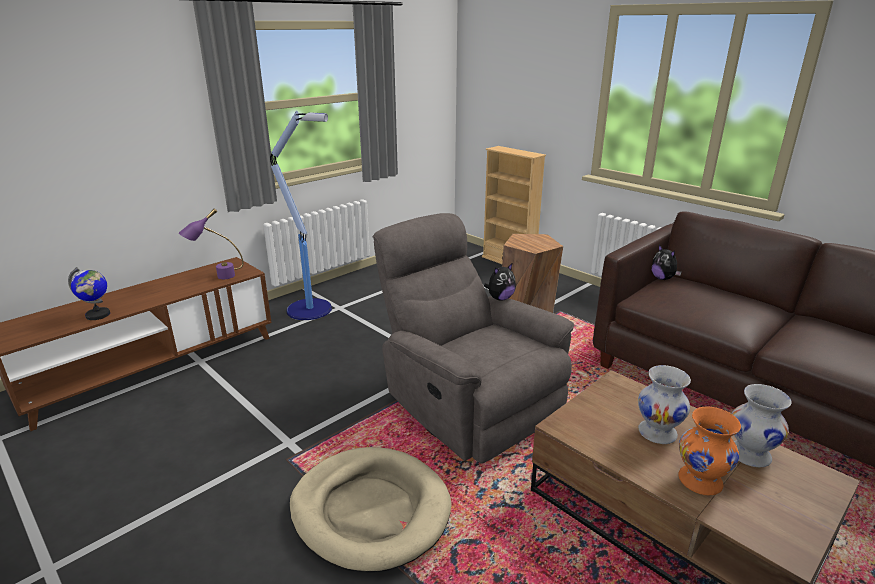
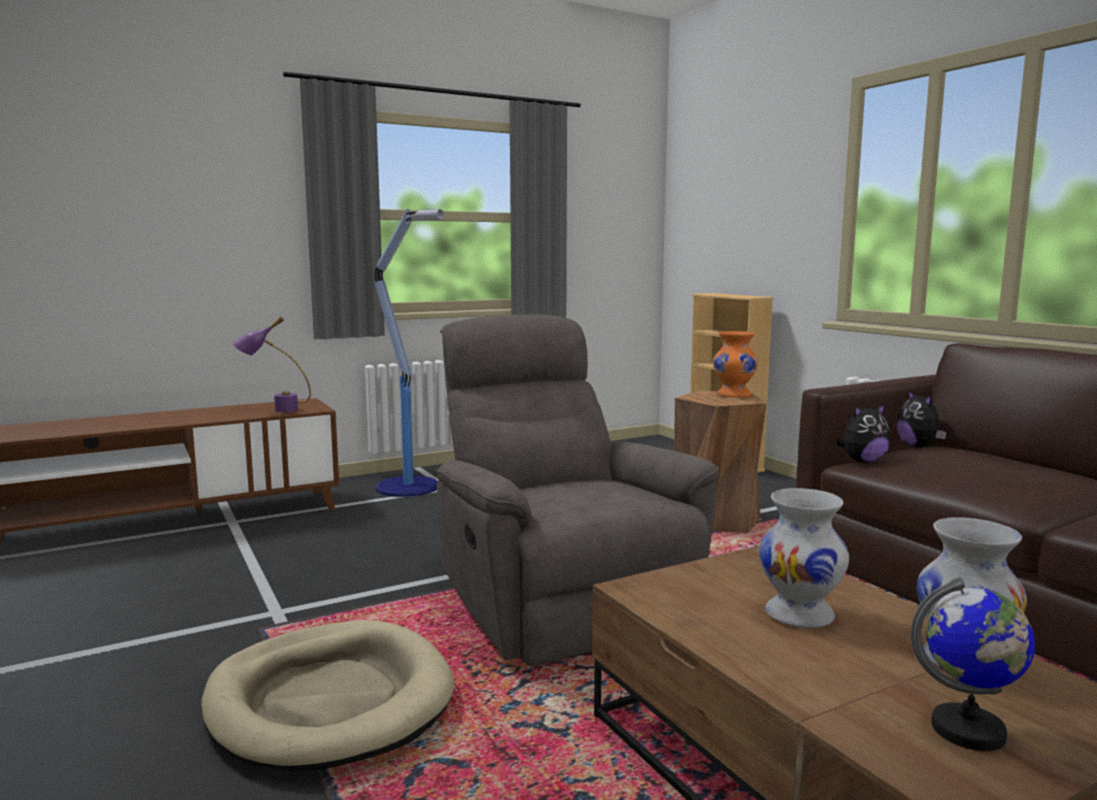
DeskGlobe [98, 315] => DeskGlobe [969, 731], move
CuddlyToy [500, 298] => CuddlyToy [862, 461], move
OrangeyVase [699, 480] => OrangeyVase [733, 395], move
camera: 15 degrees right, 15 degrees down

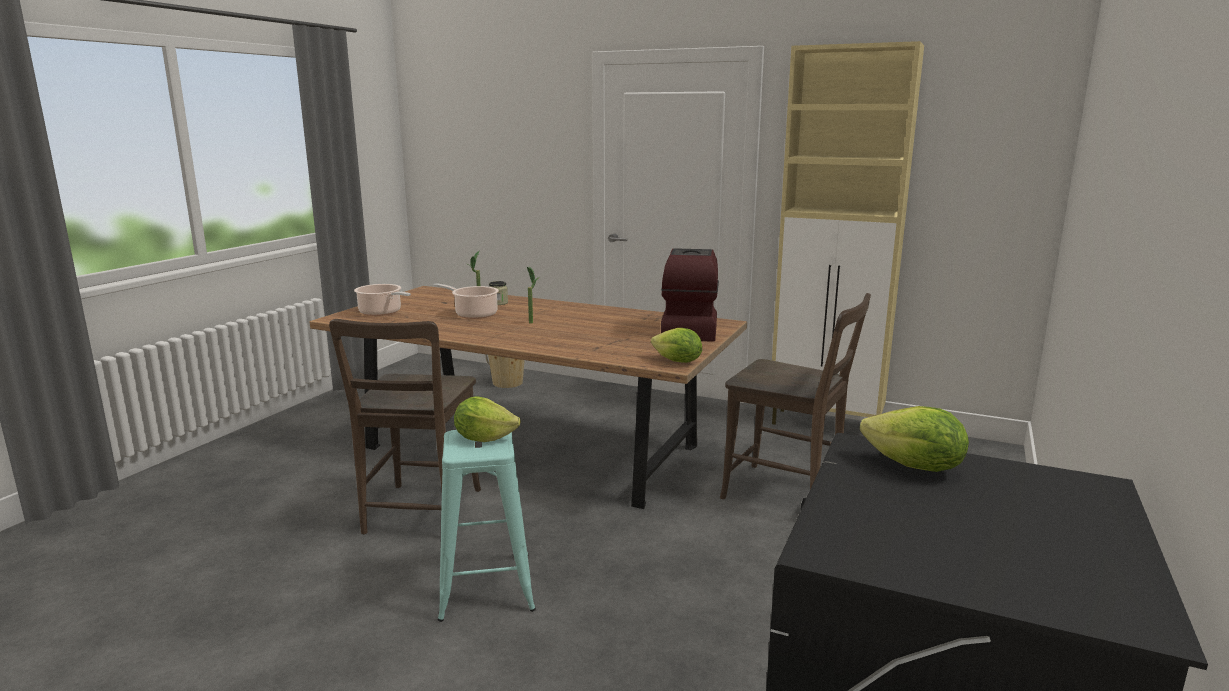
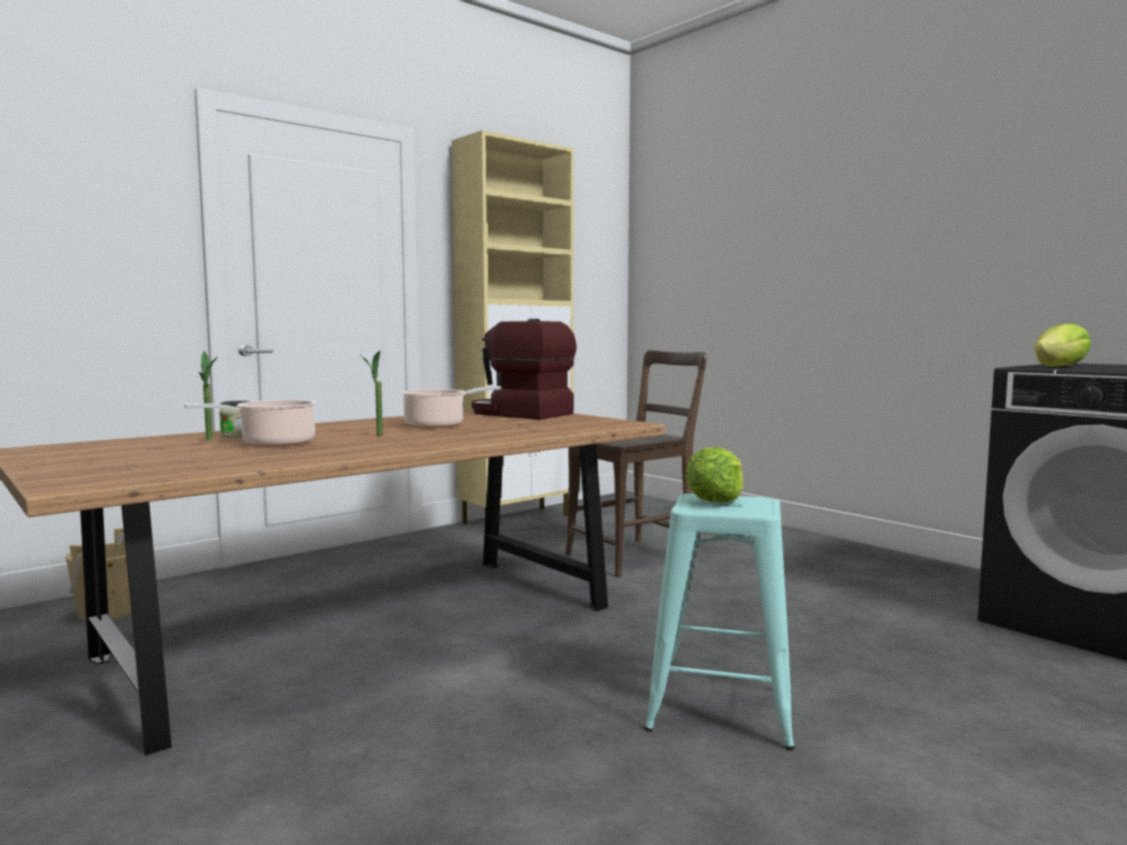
BrownColouredUprightChair [420, 514] => nothing
LettuceHead [677, 362] => nothing
Saucepot [382, 312] => Saucepot [438, 425], move
camera: 65 degrees left, 10 degrees down

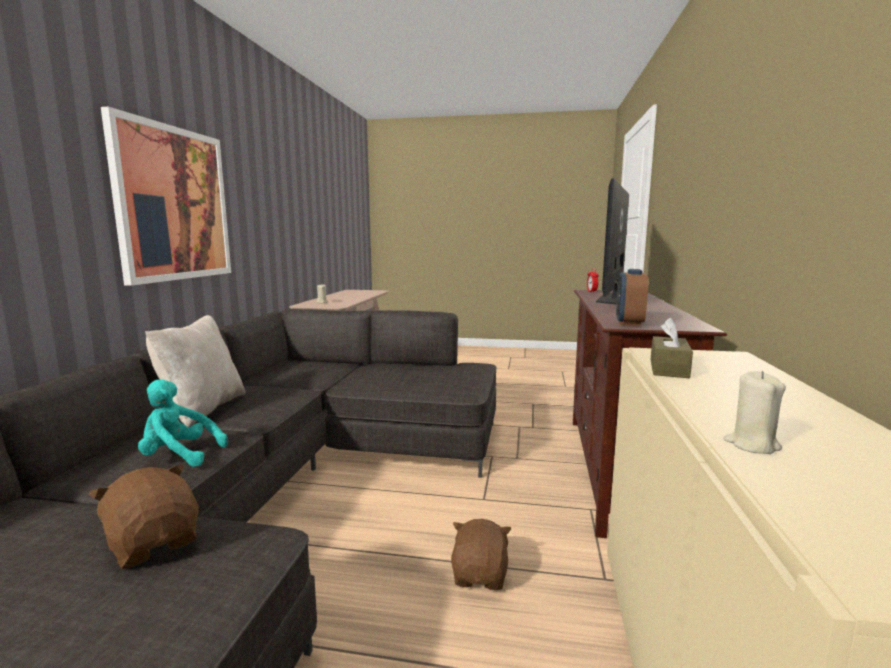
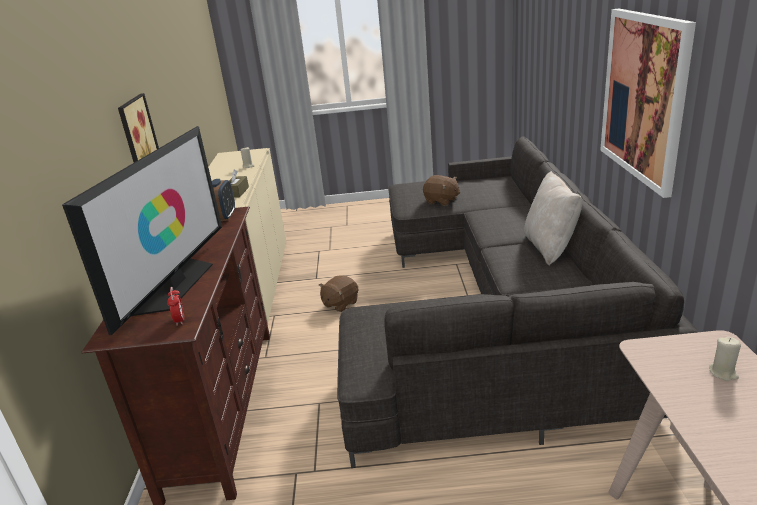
BlueGreenCuddlyToy [179, 456] => nothing
nothing => WallArt [135, 133]
BrownColouredCuddlyToy [480, 575] => BrownColouredCuddlyToy [340, 304], 45 degrees clockwise
camera: 170 degrees right, 15 degrees up

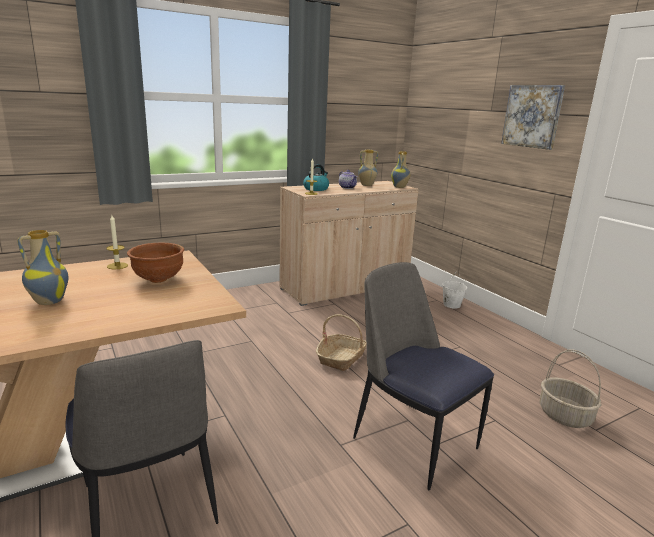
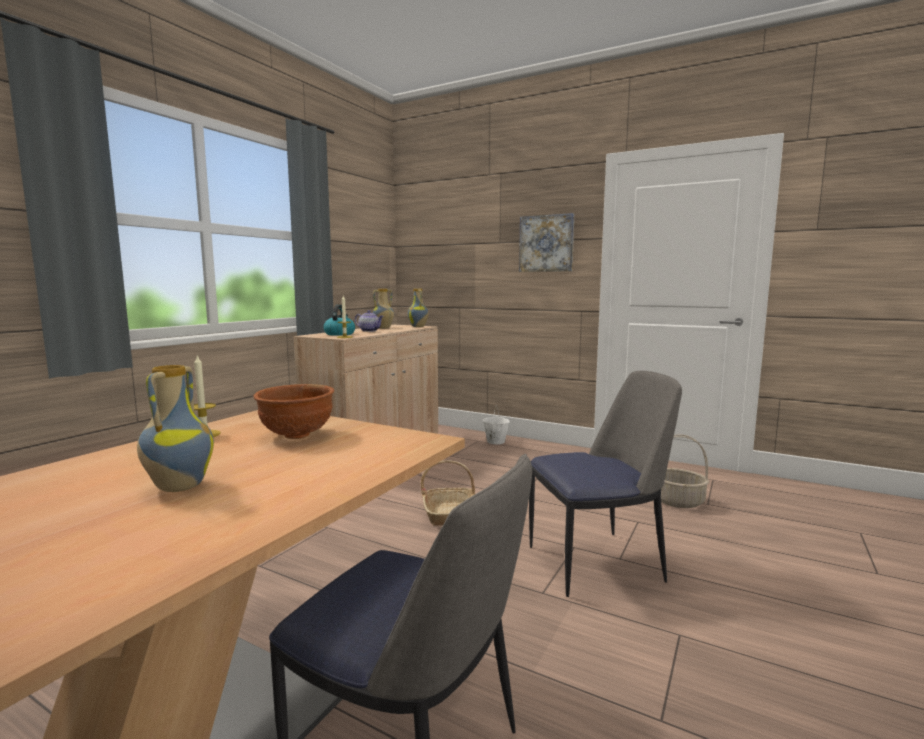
UprightChair [412, 440] => UprightChair [598, 562], 150 degrees clockwise
camera: 30 degrees left, 10 degrees down

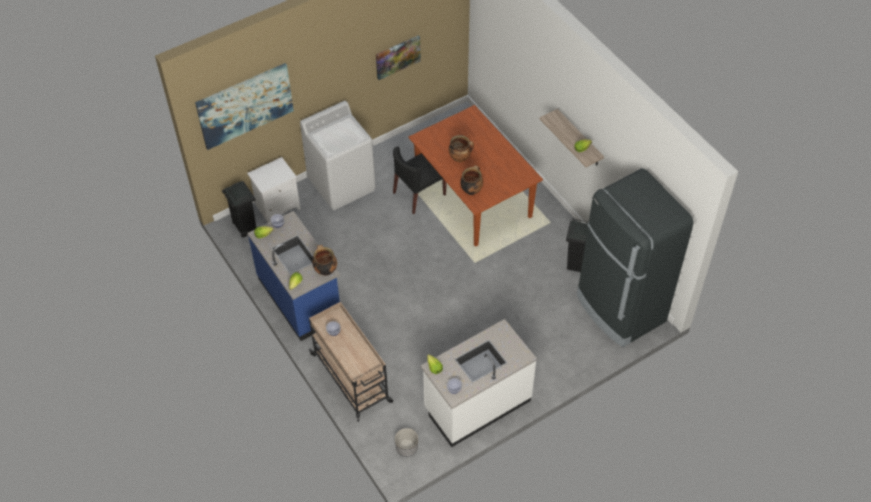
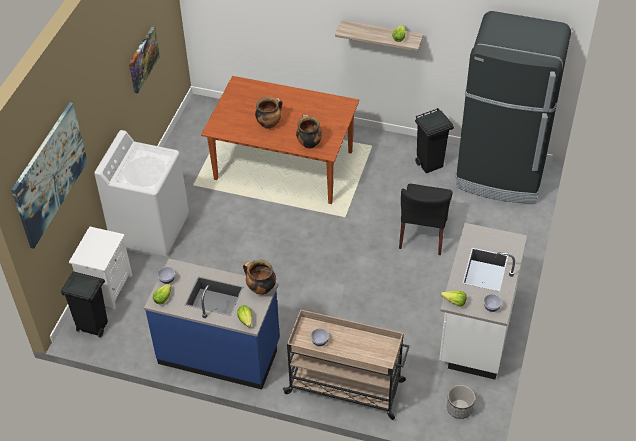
BlackishUprightChair [419, 194] => BlackishUprightChair [423, 234], move
camera: 40 degrees left, 5 degrees down

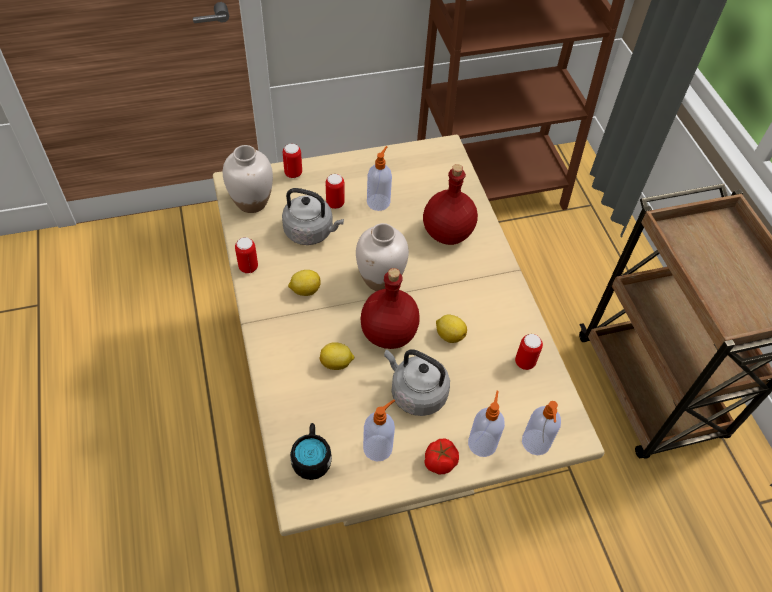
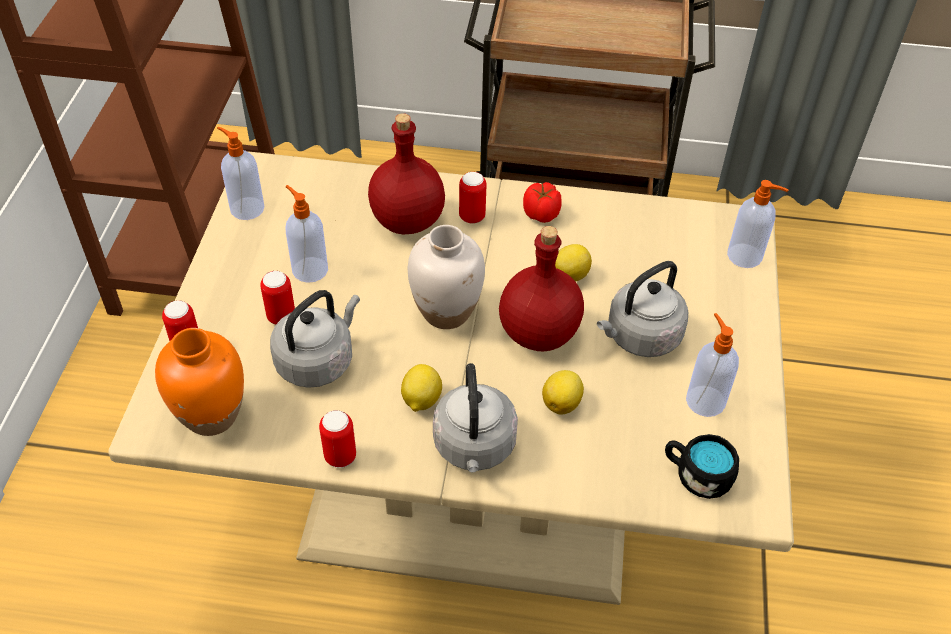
nothing => GrayTeaKettle [474, 448]
WholeTomato [439, 462] => WholeTomato [541, 215], move
LiquidSoapBottle [482, 442] => LiquidSoapBottle [246, 208], move
MetalCan [525, 362] => MetalCan [472, 217], move
WhiteVase [251, 202] => OrangeyVase [211, 416]
camera: 65 degrees left, 5 degrees down

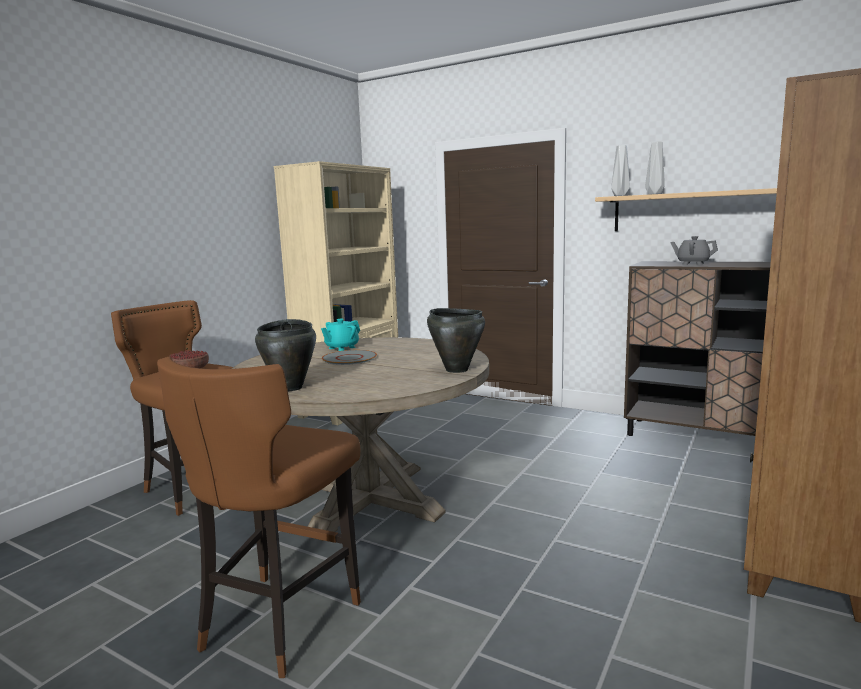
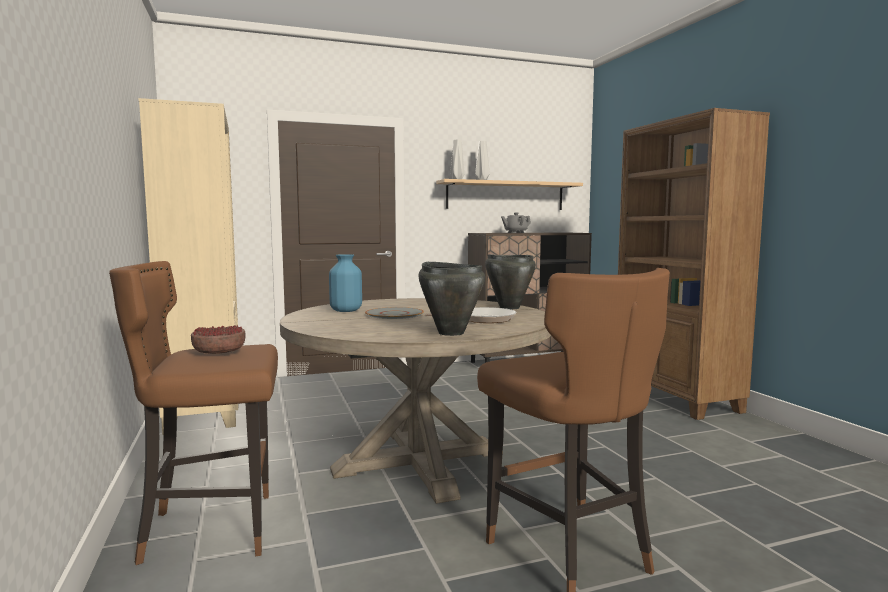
nothing => Pan [482, 319]
BlueGreenTeaPot [341, 348] => BlueColouredVase [345, 311]
camera: 50 degrees left, 5 degrees down

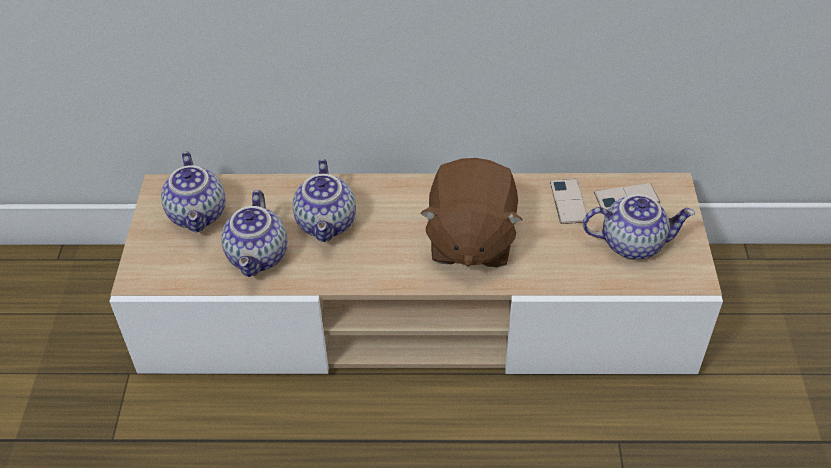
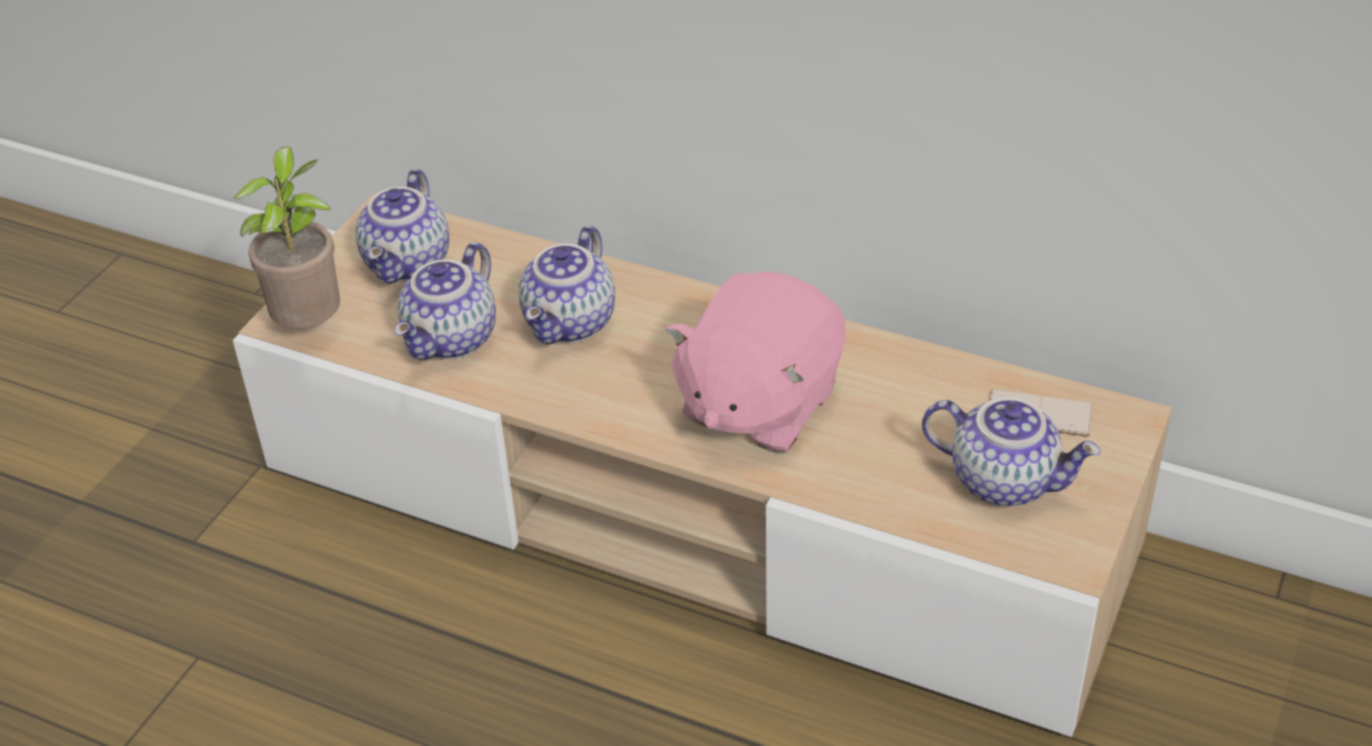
Telephone [568, 202] => nothing
nothing => Houseplant [311, 326]
BrownColouredCuddlyToy [470, 240] => PinkishCuddlyToy [758, 404]
camera: 25 degrees right, 5 degrees down

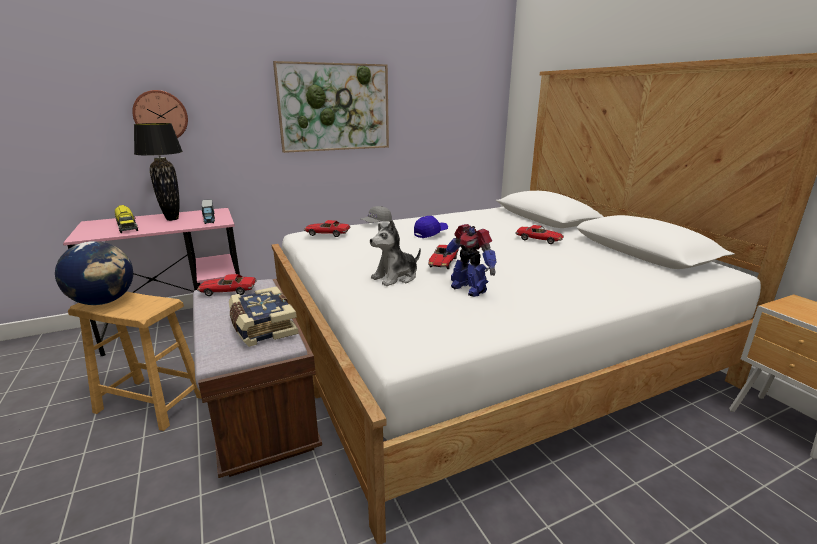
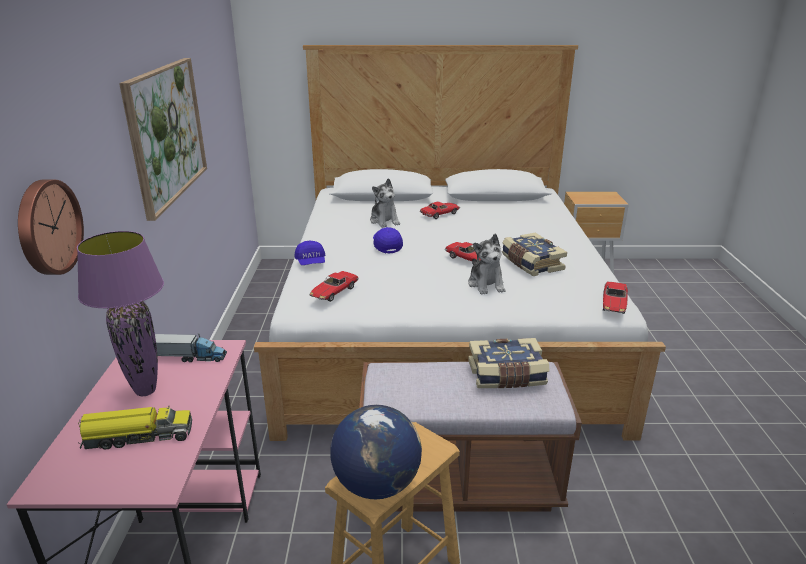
nothing => CuddlyToy [384, 221]
ModelCar [228, 291] => ModelCar [614, 304], move
ModelRobot [468, 289] => BoundBook [531, 264]
BlackishTabletopLamp [172, 219] => PurpleTabletopLamp [145, 391]
GrayPeakedCap [376, 223] => BlueColouredPeakedCap [311, 262]
camera: 65 degrees left, 5 degrees up

